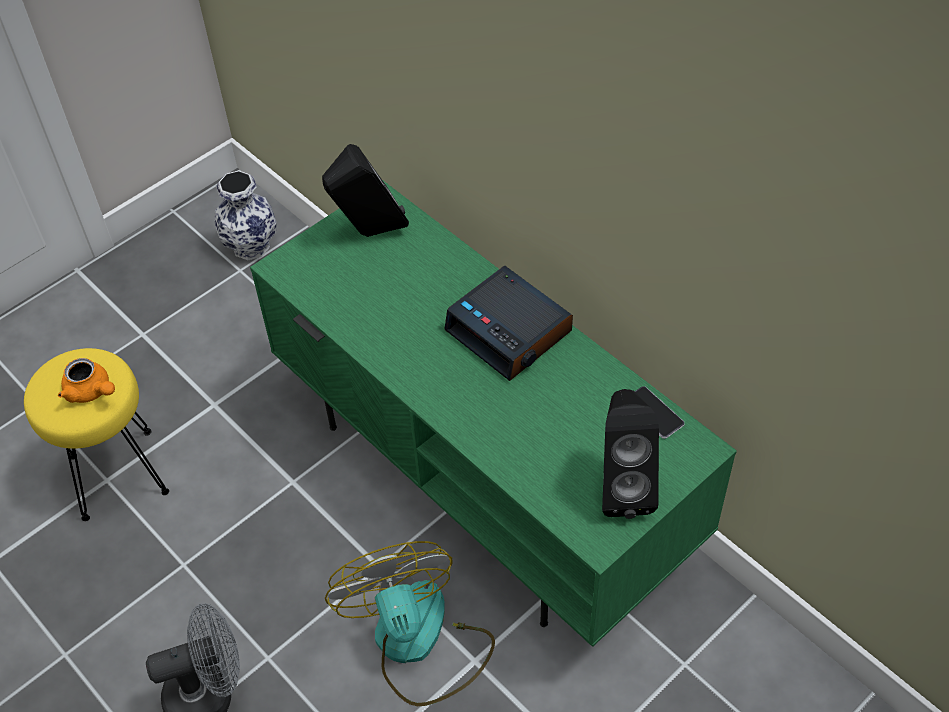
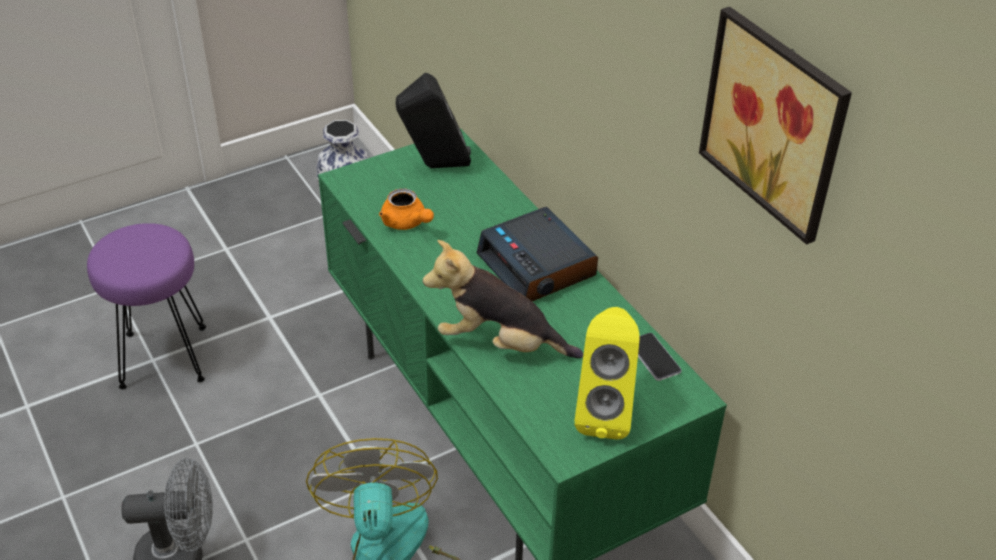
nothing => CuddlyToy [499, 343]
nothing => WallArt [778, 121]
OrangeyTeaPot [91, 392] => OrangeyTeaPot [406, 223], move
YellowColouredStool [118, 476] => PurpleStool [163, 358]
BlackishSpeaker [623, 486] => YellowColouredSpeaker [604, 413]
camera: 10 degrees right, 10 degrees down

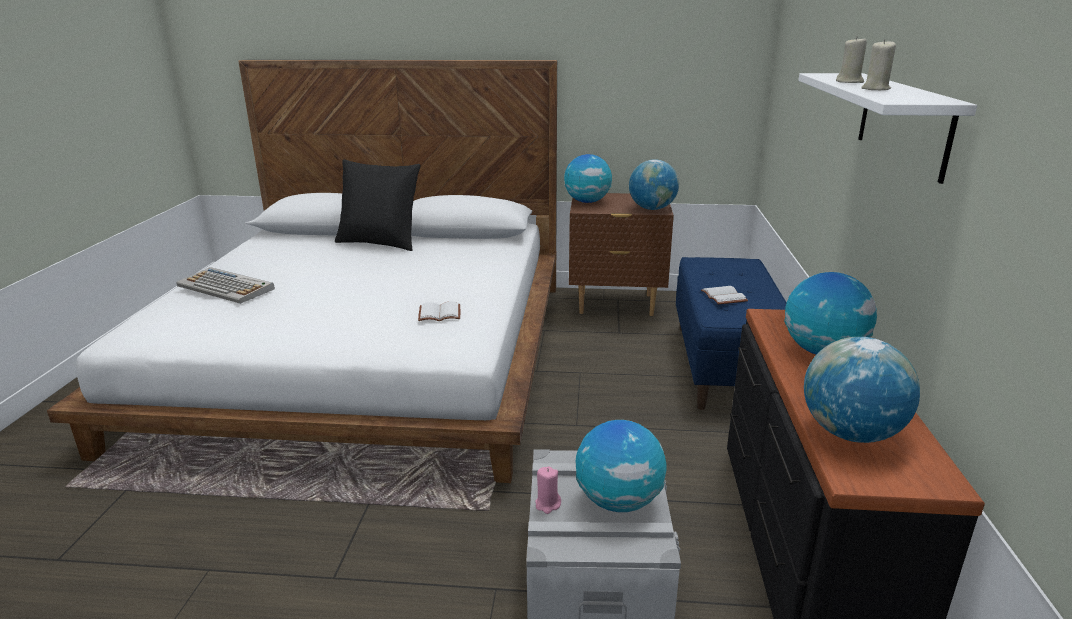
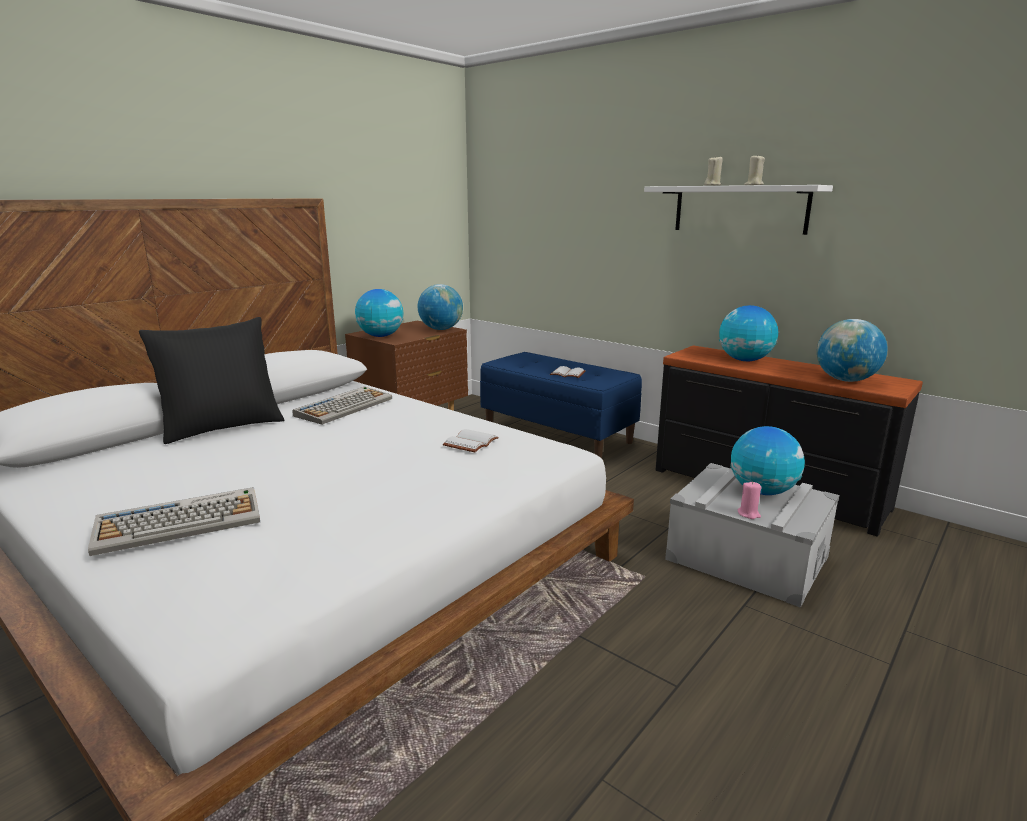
nothing => Keyboard [344, 407]
camera: 55 degrees left, 5 degrees down

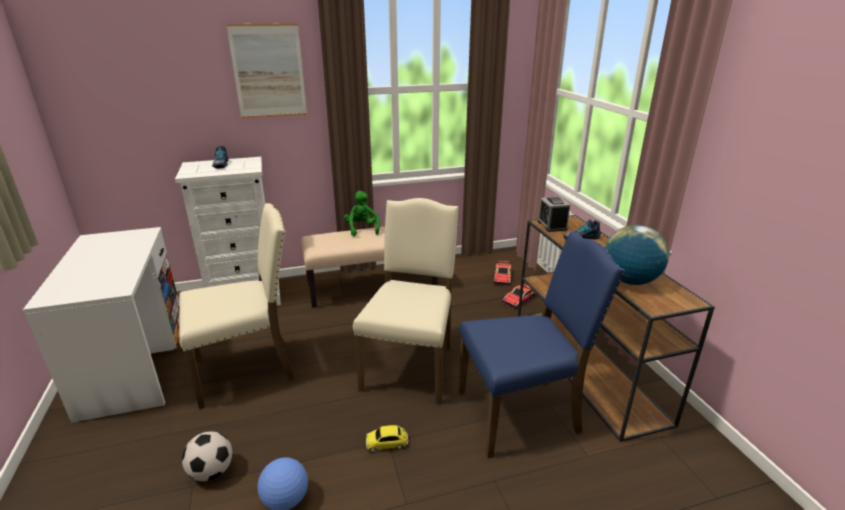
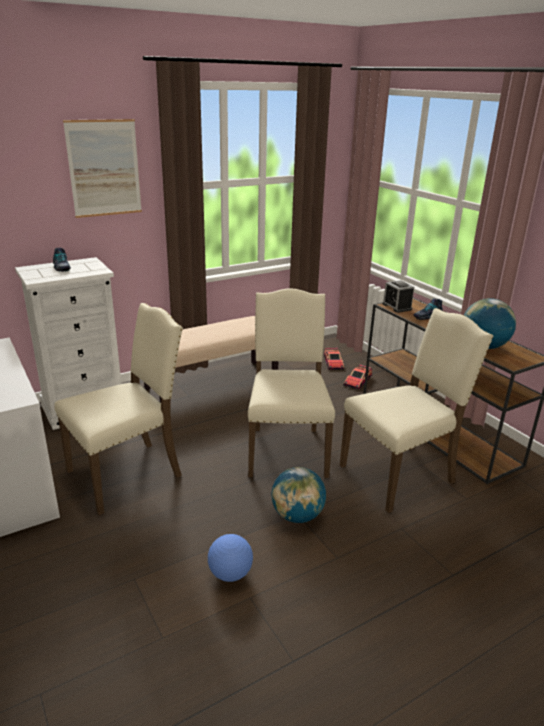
Football [211, 472] => nothing
GreenColouredCuddlyToy [362, 229] => nothing
ModelCar [387, 444] => DeskGlobe [297, 516]
BlueColouredUprightChair [521, 413] => BeigeUprightChair [400, 474]
camera: 15 degrees left, 0 degrees up

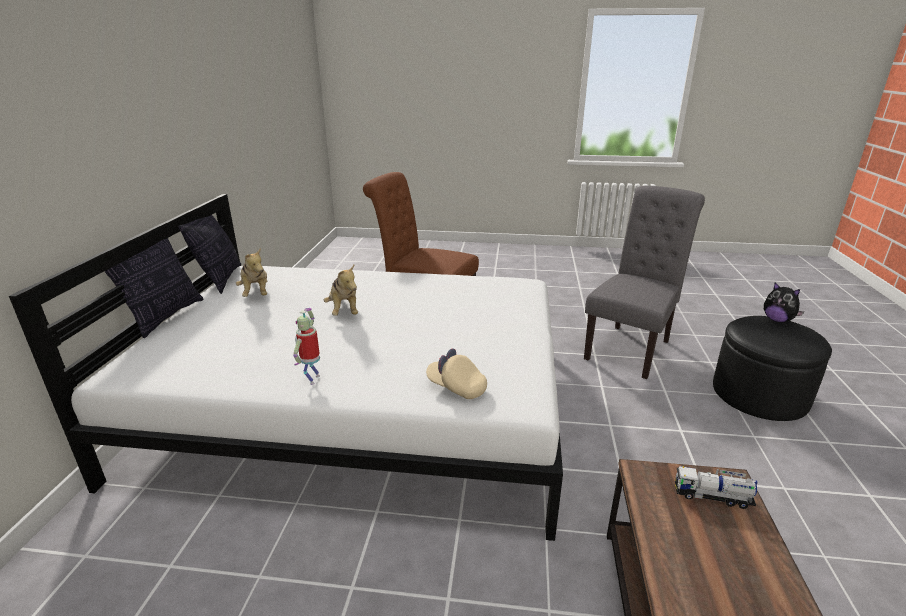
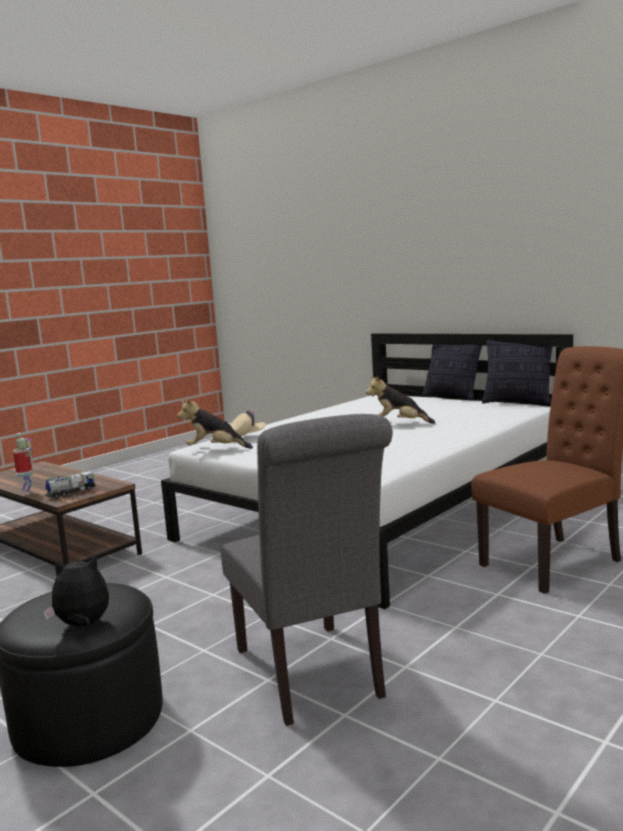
CuddlyToy [256, 293] => CuddlyToy [215, 449], move
ModelRobot [312, 379] => ModelRobot [28, 492], move
camera: 125 degrees right, 15 degrees down

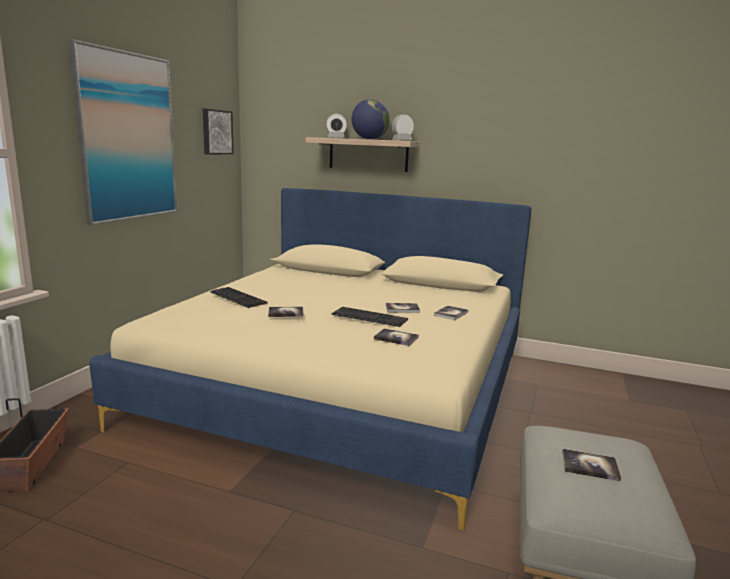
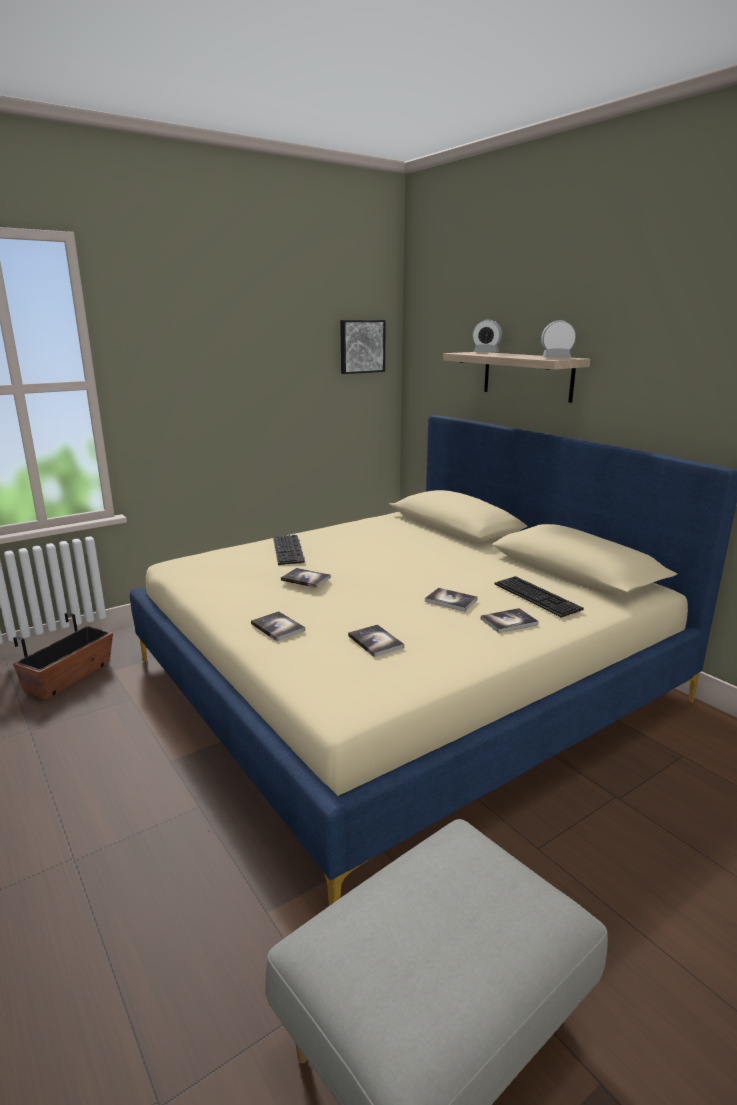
WallArt [128, 137] => nothing
DeskGlobe [369, 139] => nothing
Keyboard [370, 317] => Keyboard [538, 596], move
BoundBook [590, 466] => BoundBook [277, 627], move
camera: 35 degrees right, 5 degrees up

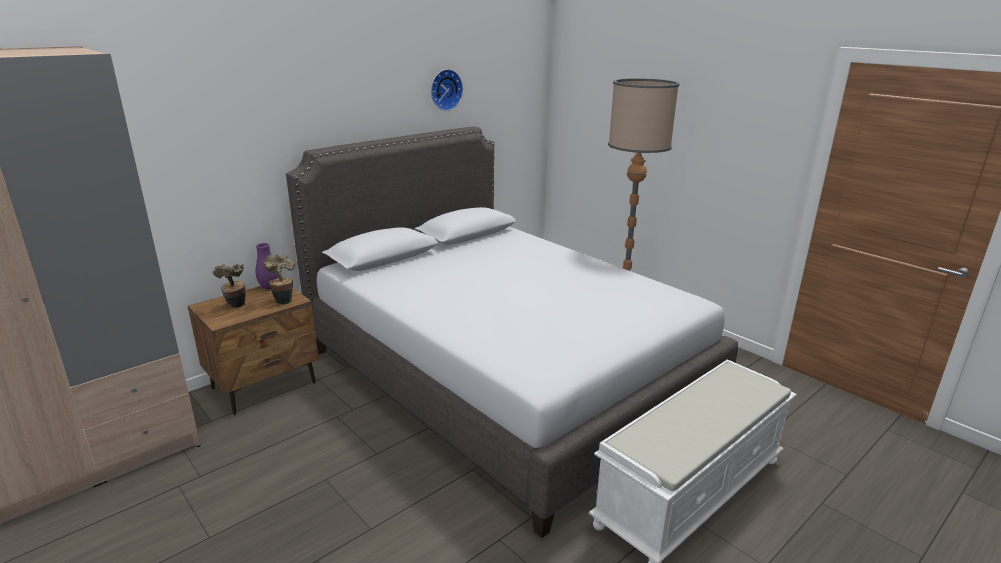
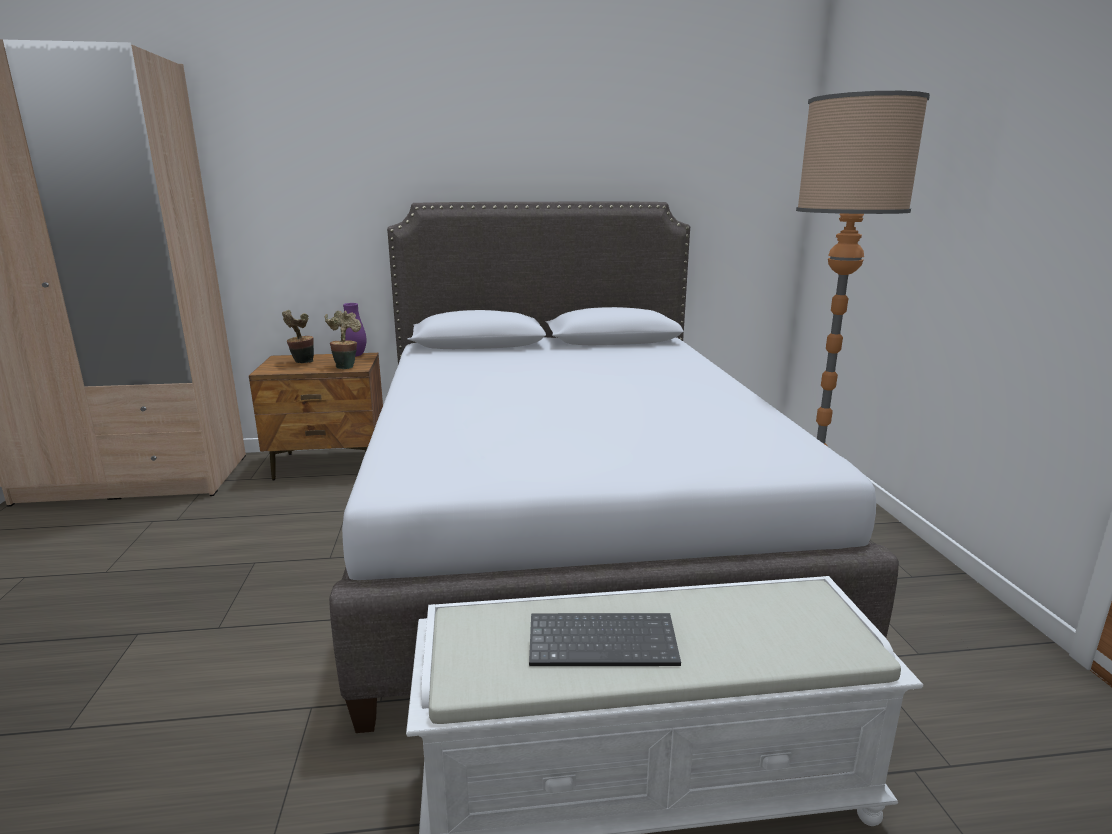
HangingClock [445, 89] => nothing
nothing => Keyboard [604, 641]
camera: 35 degrees right, 5 degrees down

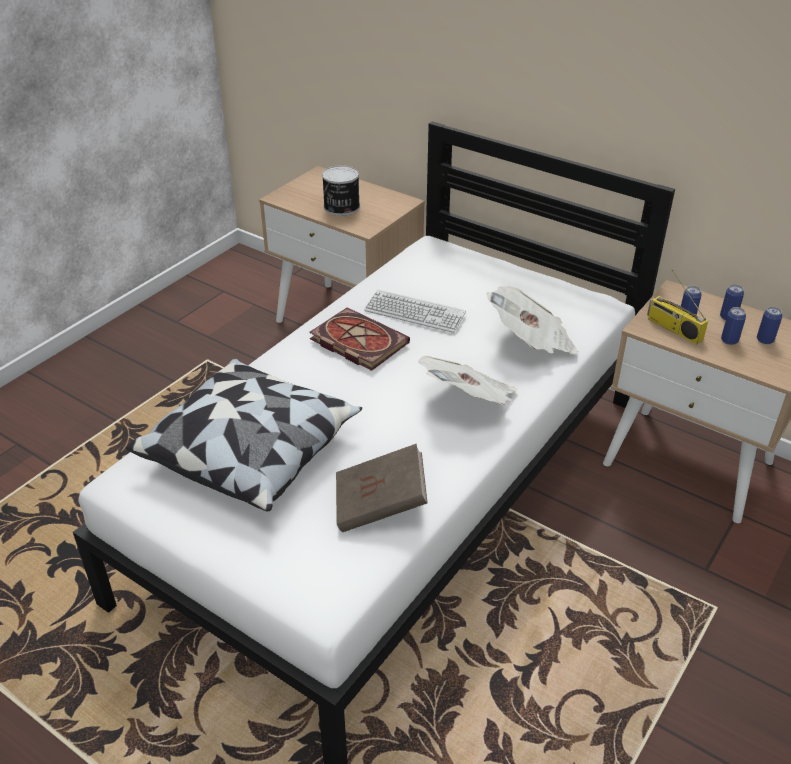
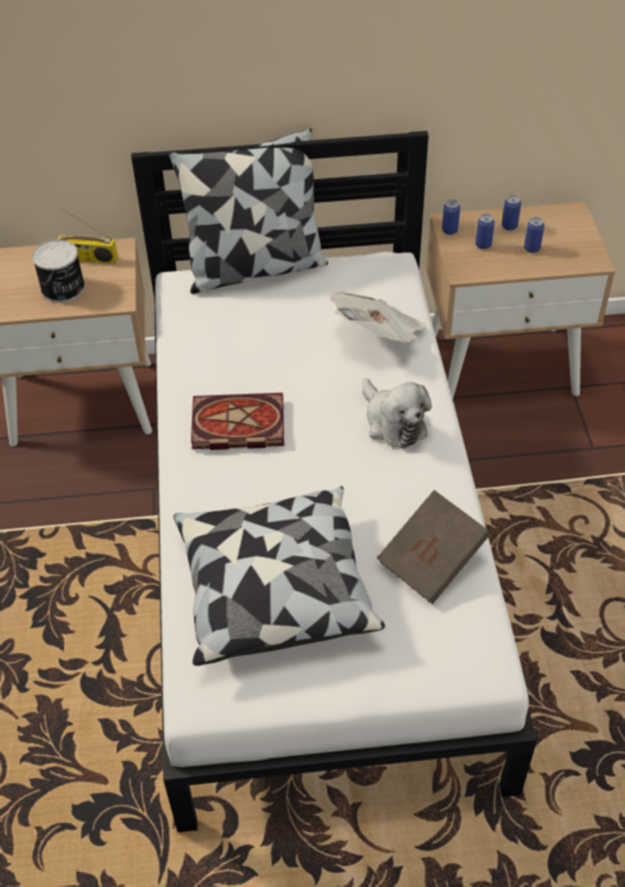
Keyboard [414, 313] => nothing
nothing => ThrowPillow [255, 268]
Radio [673, 329] => Radio [87, 259], move
MetalCan [765, 340] => MetalCan [449, 230], move
PrintedPaper [469, 400] => CuddlyToy [393, 422]
camera: 40 degrees left, 10 degrees up

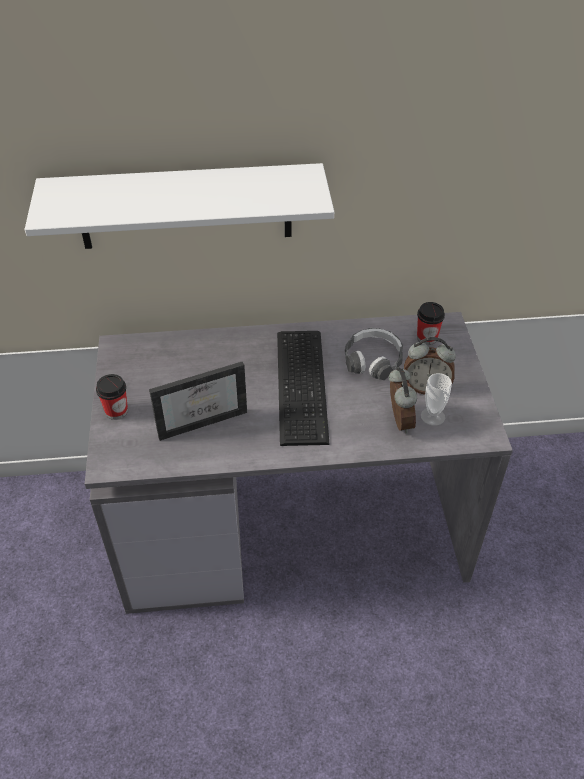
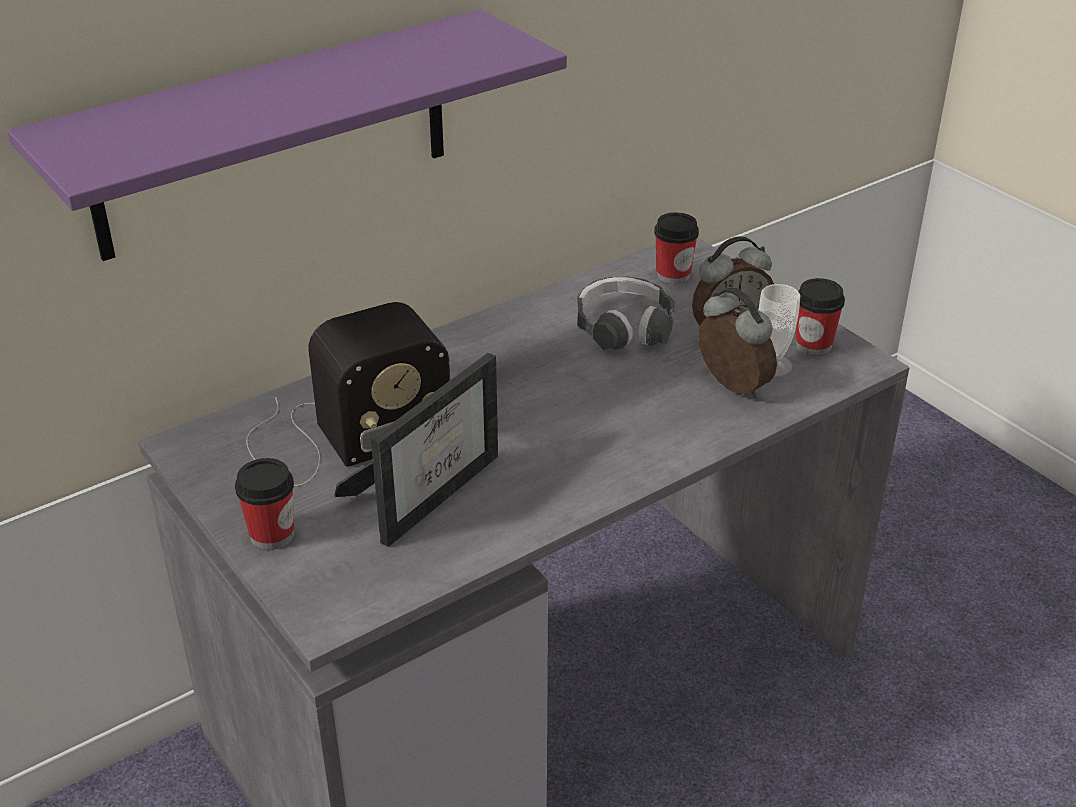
Keyboard [304, 384] => nothing
nothing => Radio [341, 436]
nothing => SmallCup [813, 345]
WhiteWallShelf [185, 207] => PurpleWallShelf [273, 135]
camera: 30 degrees left, 10 degrees down

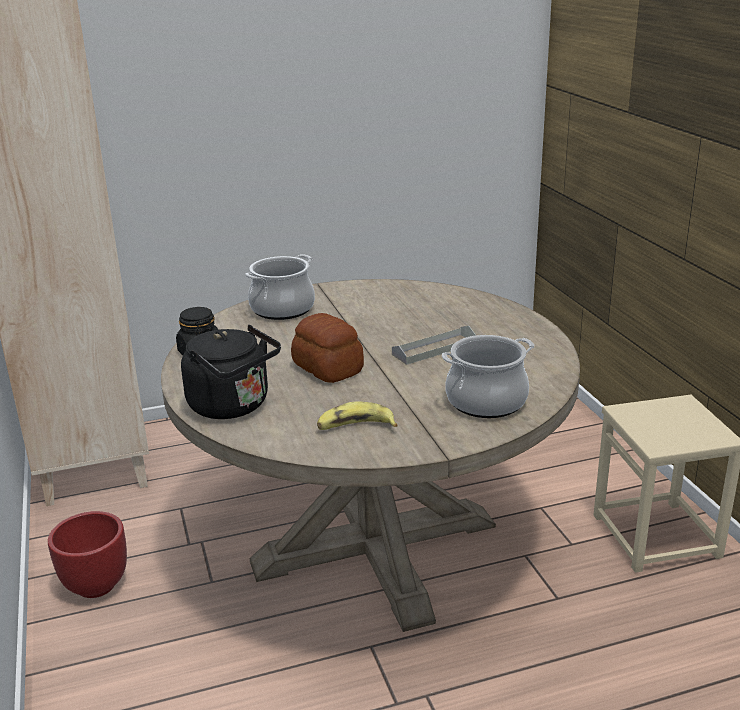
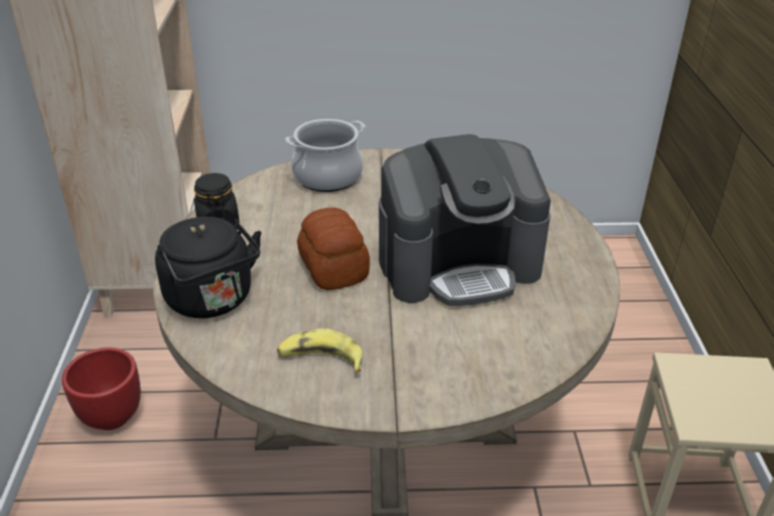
Saucepot [486, 401] => nothing
GrayCarryingTray [434, 349] => CoffeeMachine [459, 264]
camera: 15 degrees right, 10 degrees up

